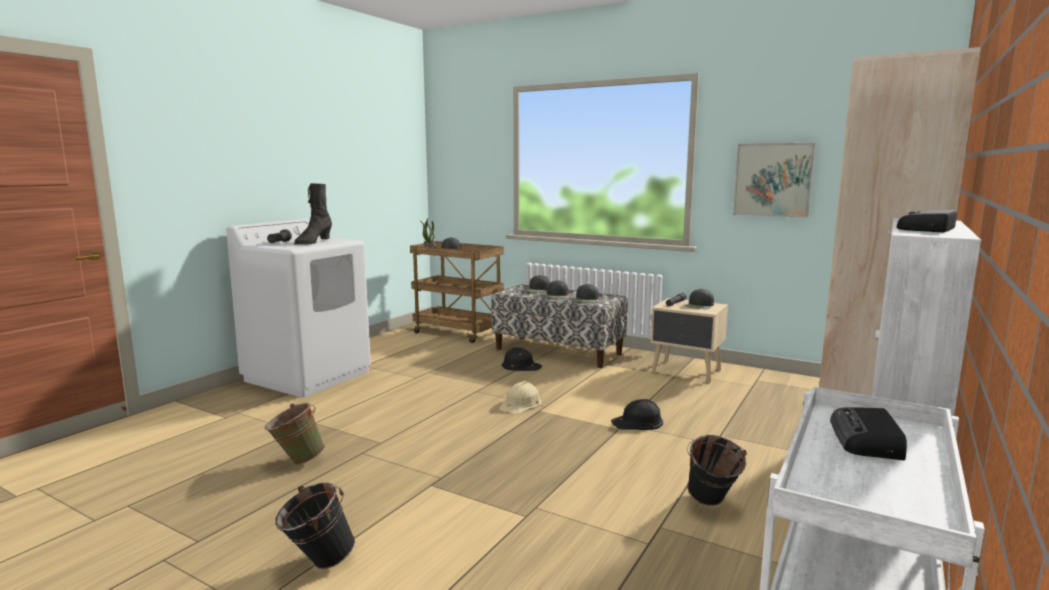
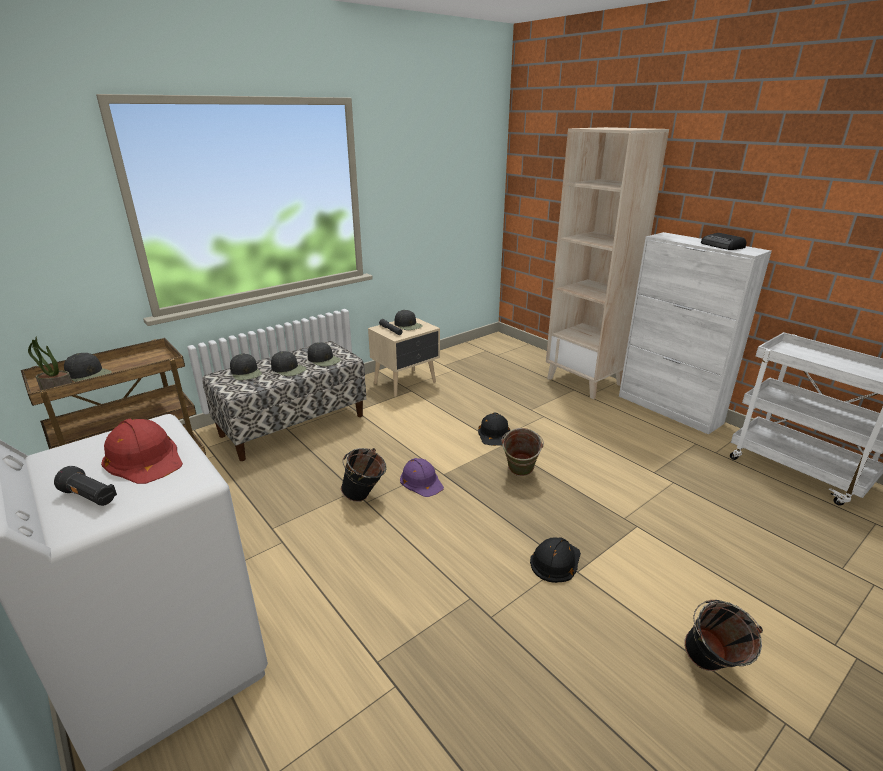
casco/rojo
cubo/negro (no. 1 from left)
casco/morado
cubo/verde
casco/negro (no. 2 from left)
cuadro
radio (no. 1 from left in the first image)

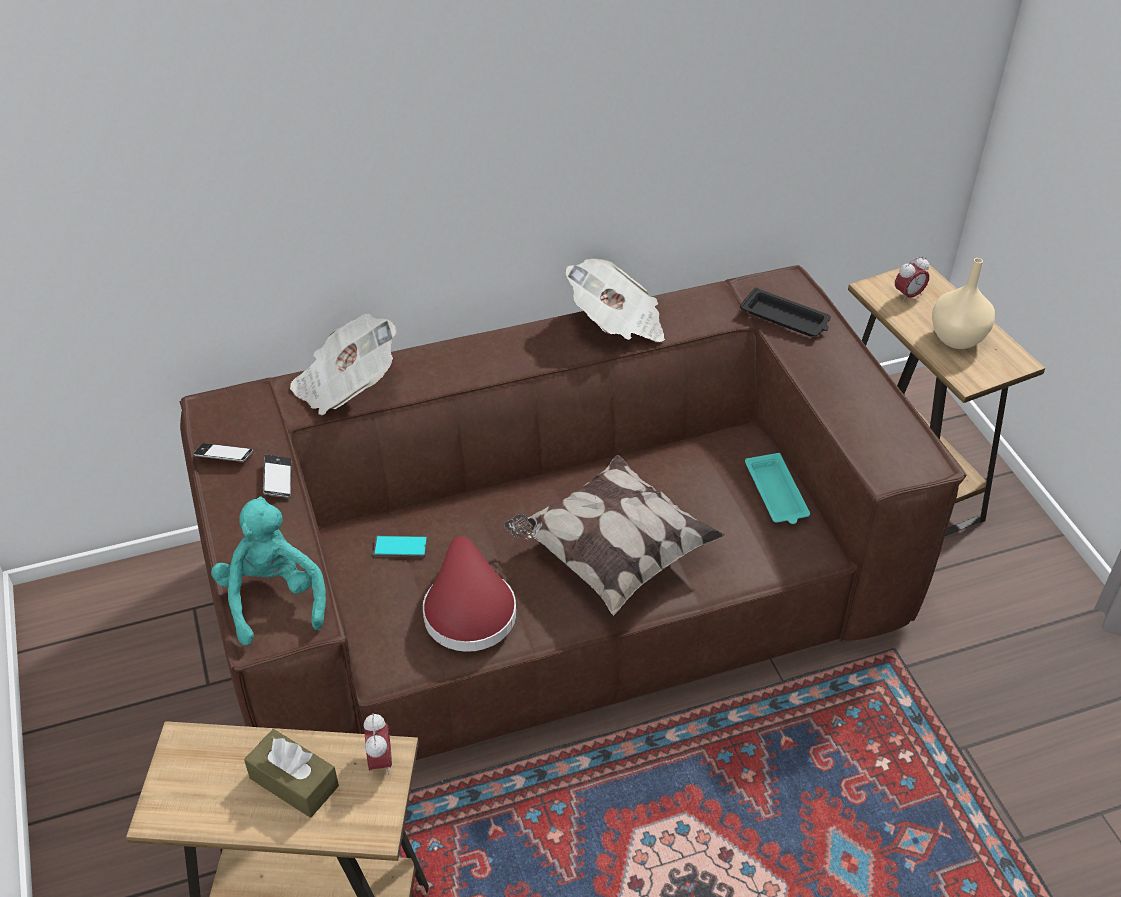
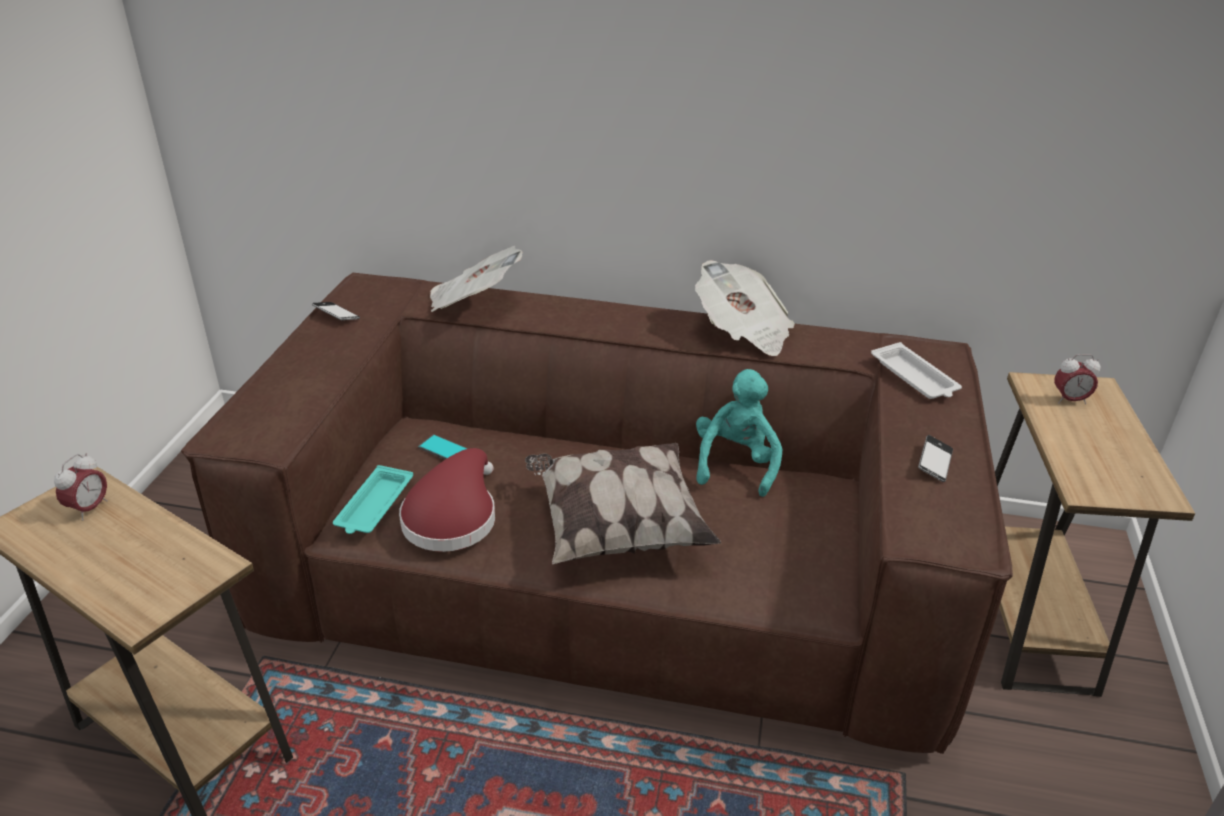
despertador (no. 1 from left)
bandeja/turquesa
peluche/turquesa
bandeja/blanco
móvil (no. 3 from left)
caja de pañuelos/marrón
florero/beis

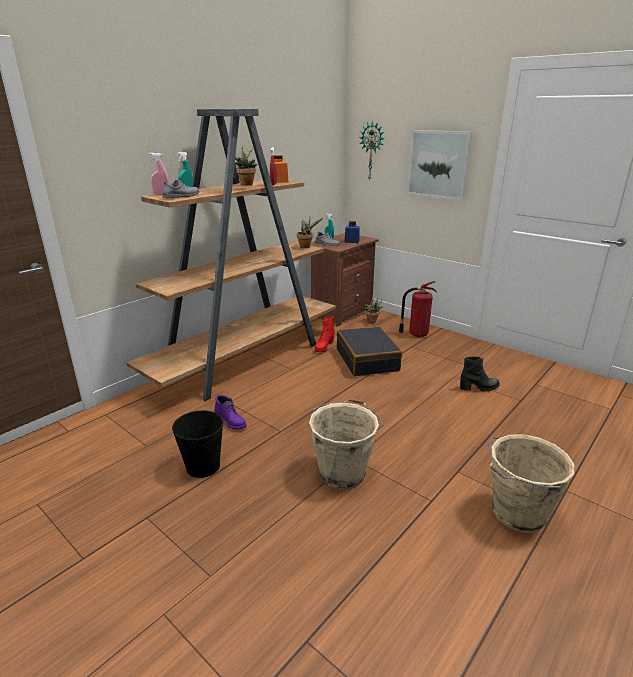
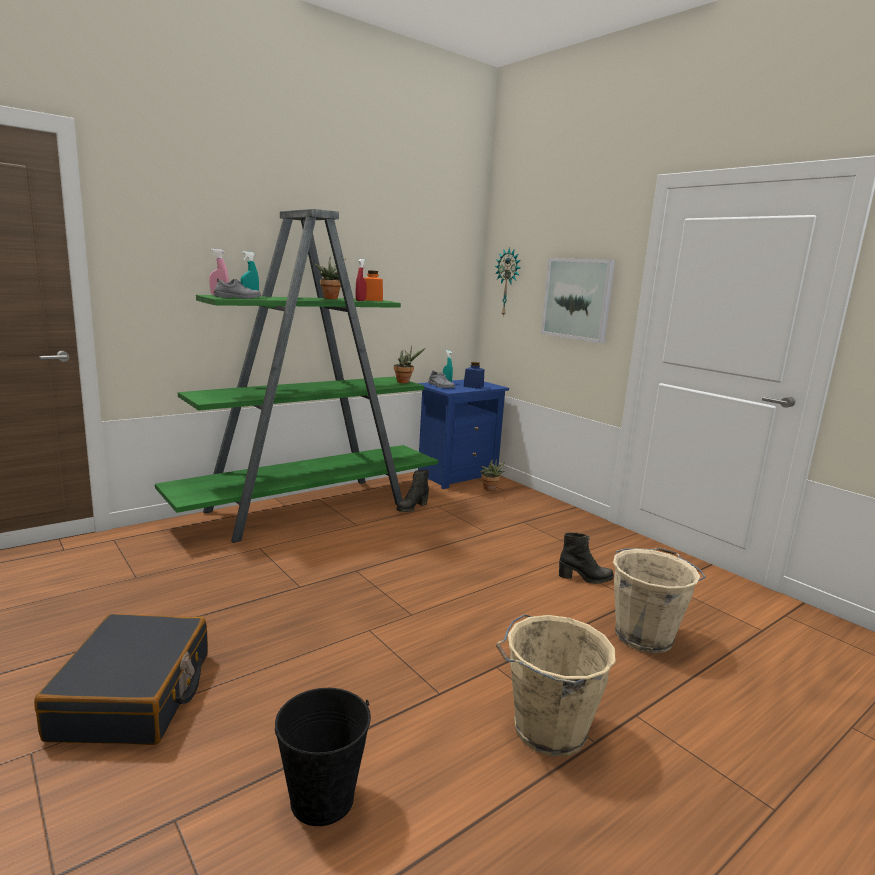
maleta/negro
estantería/verde
cubo/negro
bota/negro (no. 1 from left)
mesita de noche/azul
cubo/beis (no. 2 from left)
bota/morado
extintor

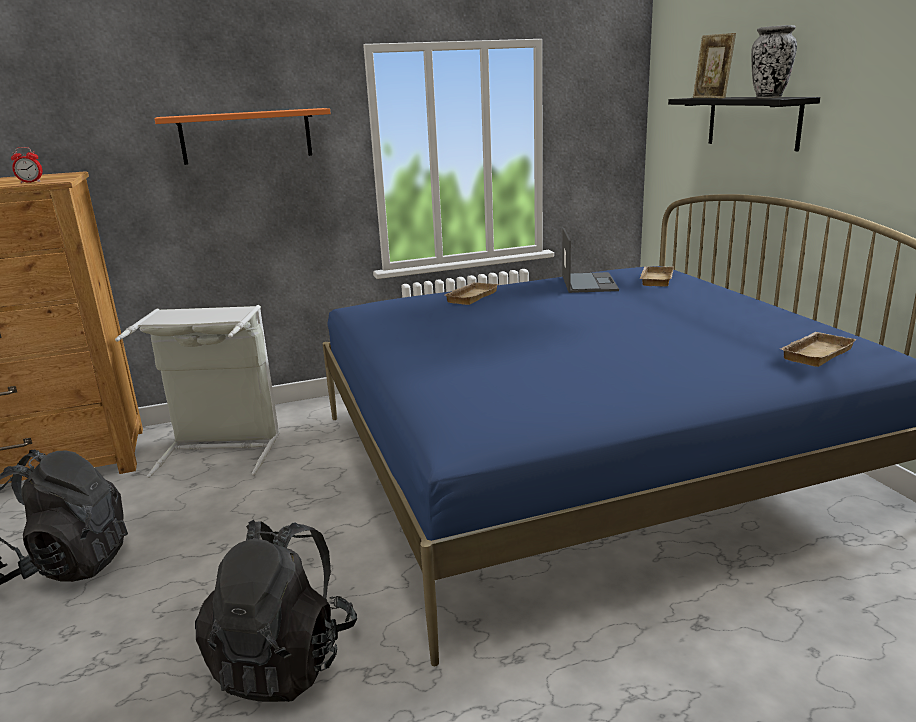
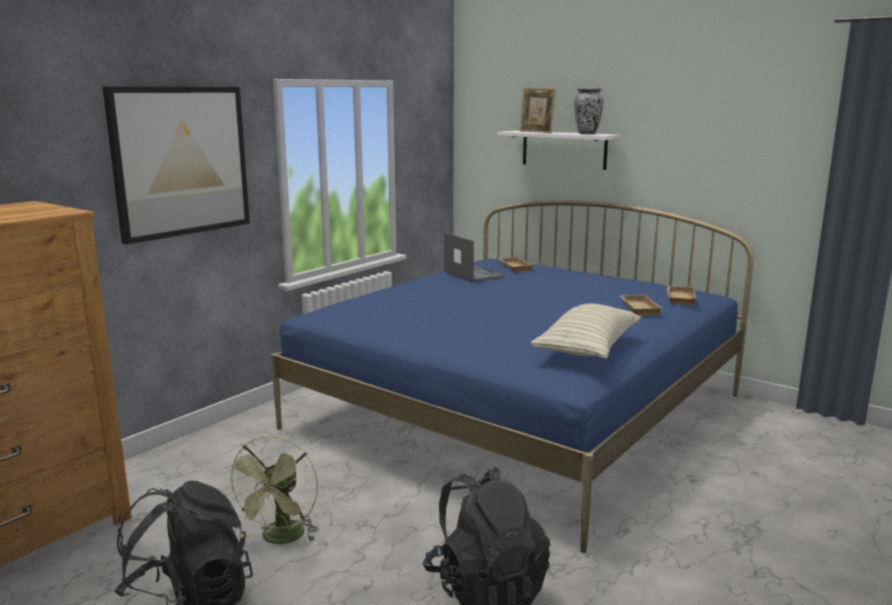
cuadro
ventilador/verde
estante/blanco
cojín
bandeja/beis (no. 2 from left)
despertador
cesto de la ropa/gris

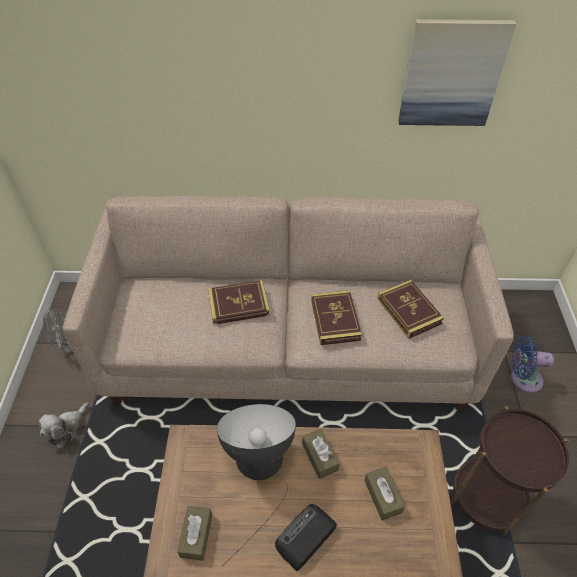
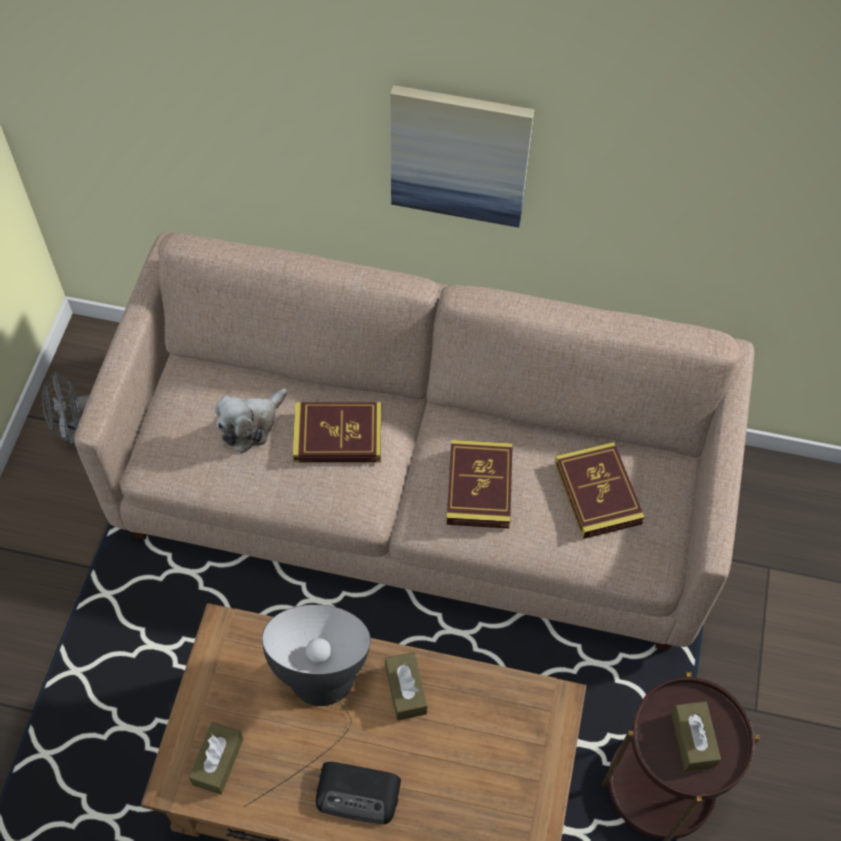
peluche
radio
cuadro
caja de pañuelos/marrón (no. 3 from left)
ventilador/azul

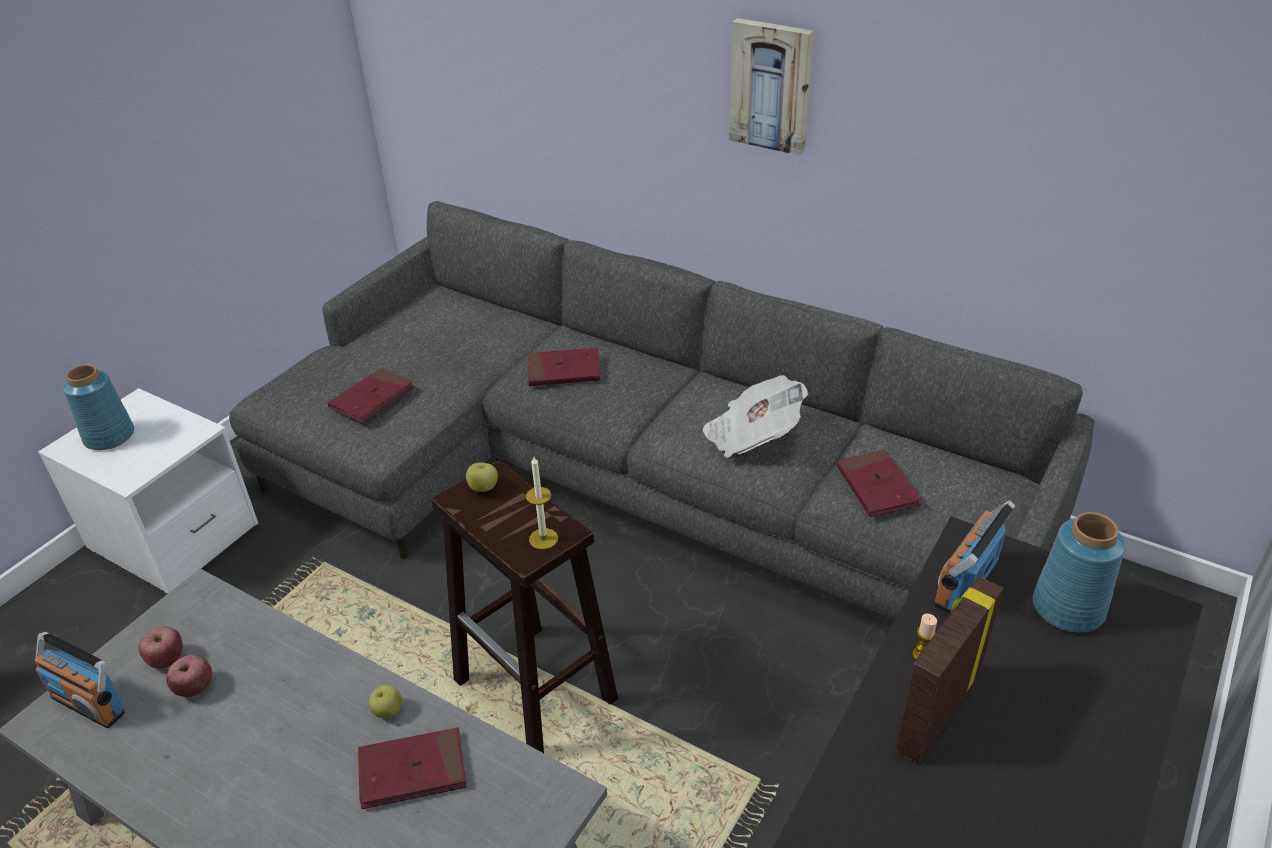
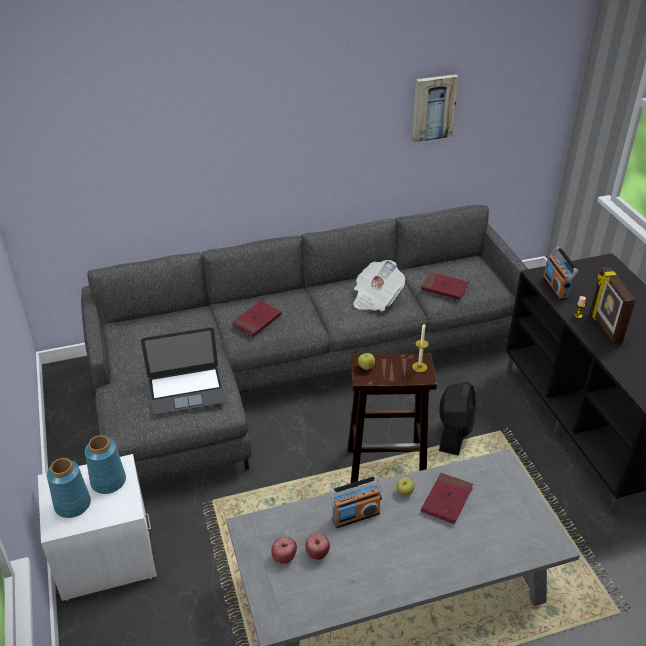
florero/azul (no. 2 from left)
portátil
radio (no. 1 from left)
cuadro
ventilador/negro

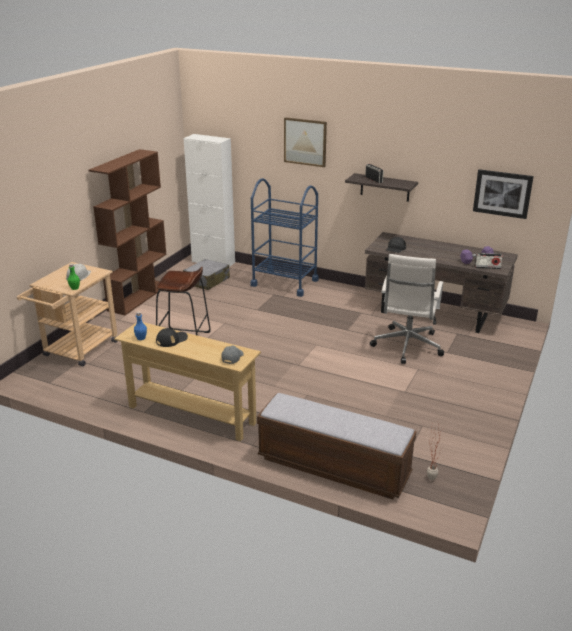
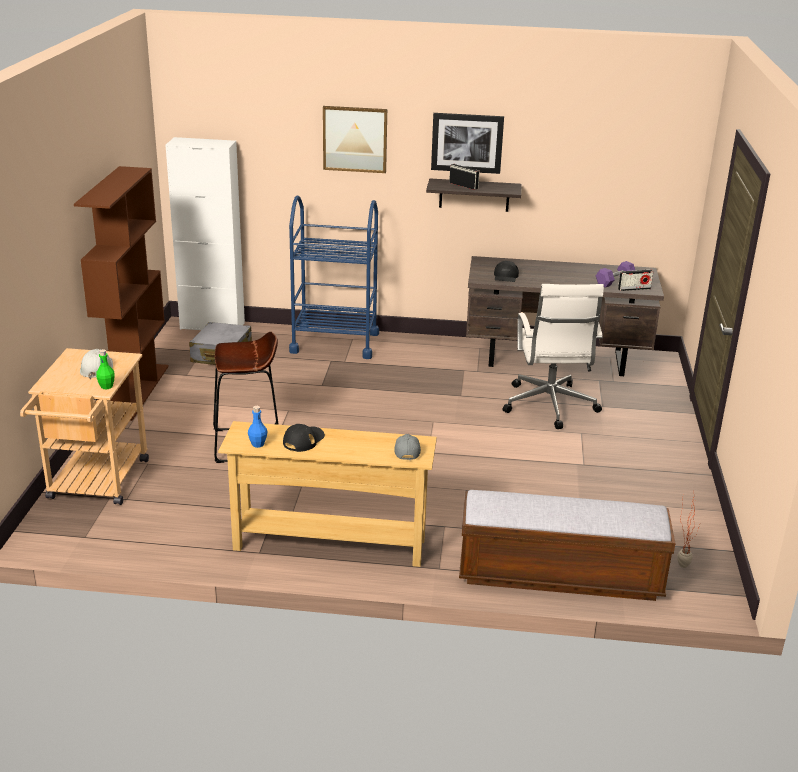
cuadro (no. 2 from left)

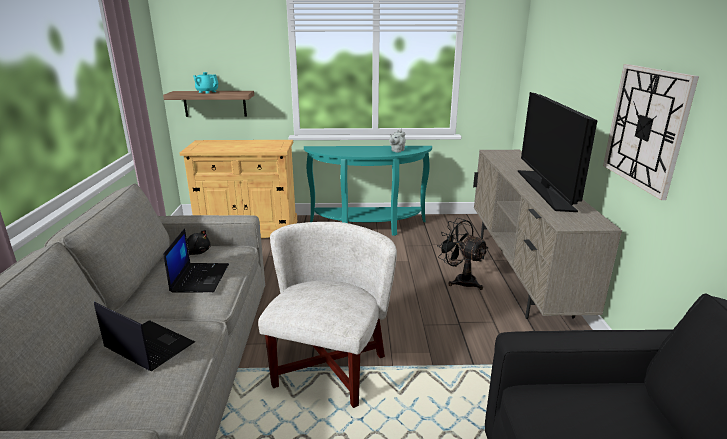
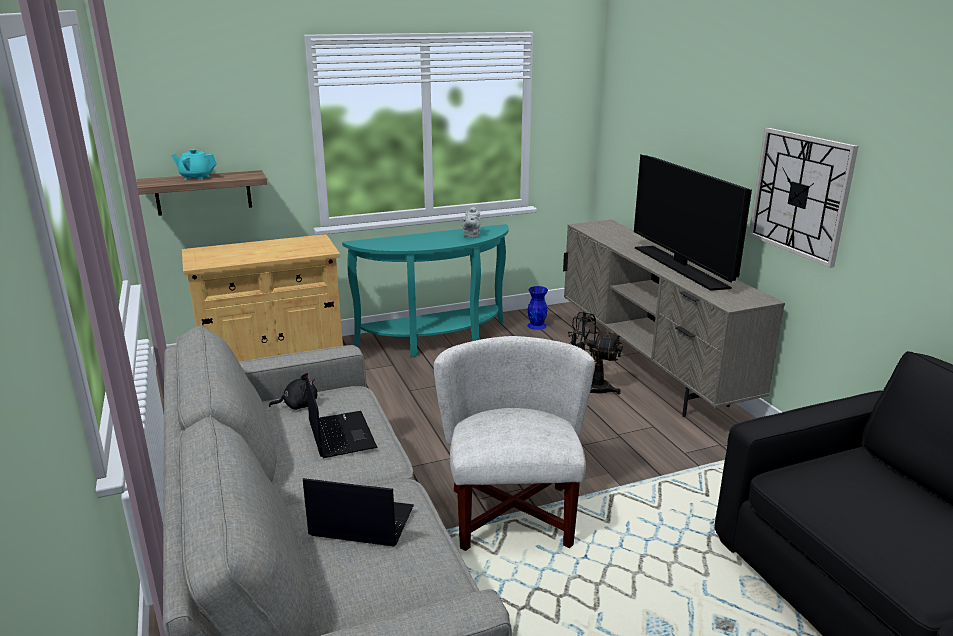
florero/azul

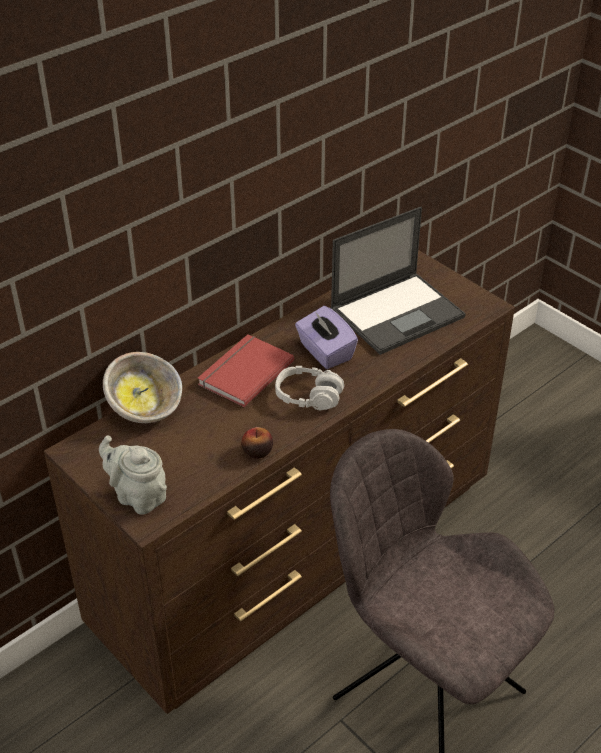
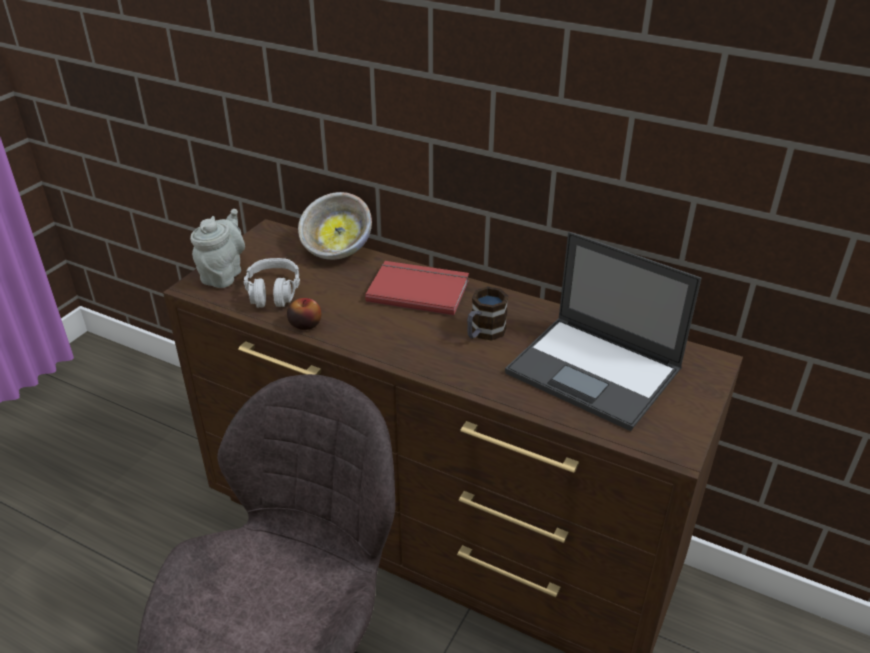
auriculares/gris
taza grande

